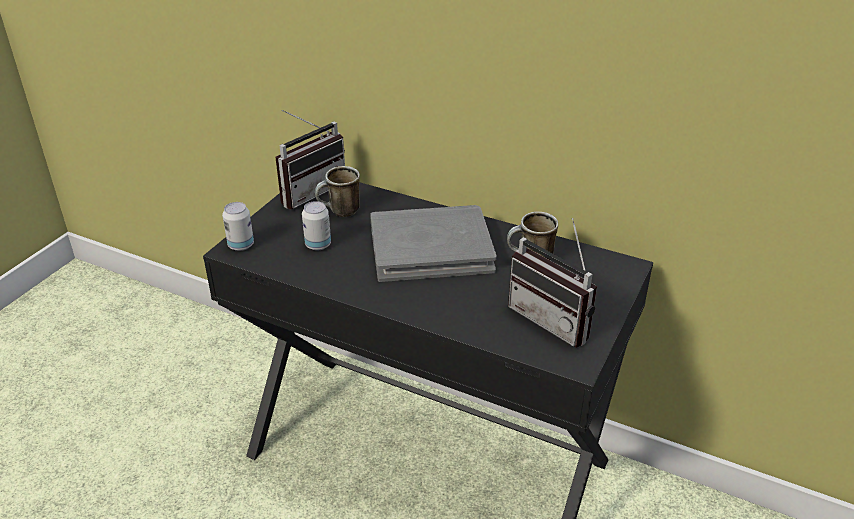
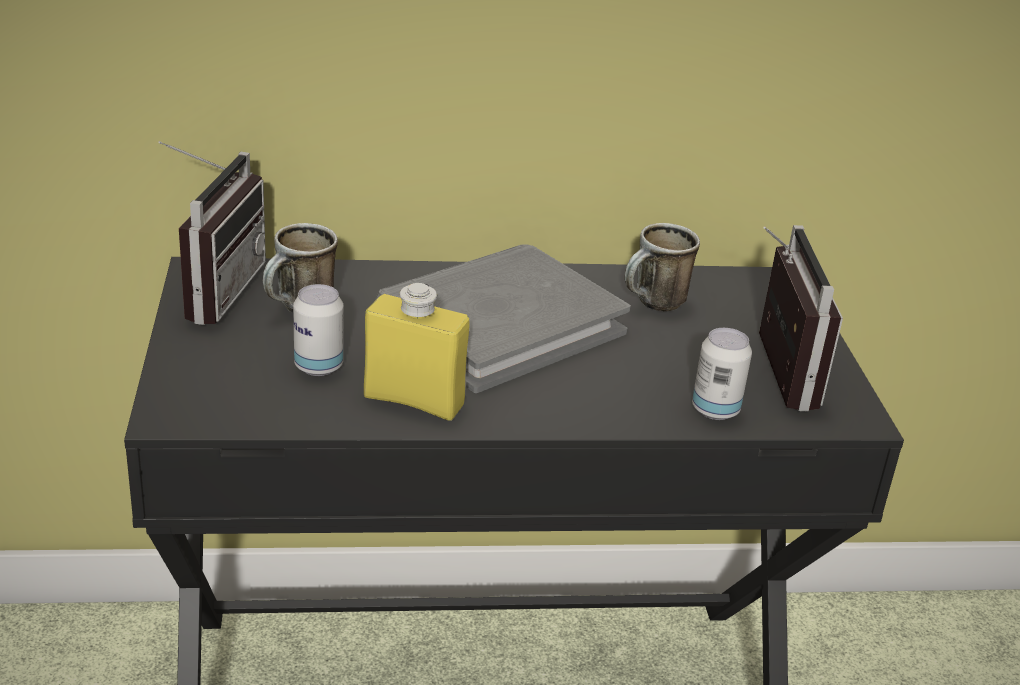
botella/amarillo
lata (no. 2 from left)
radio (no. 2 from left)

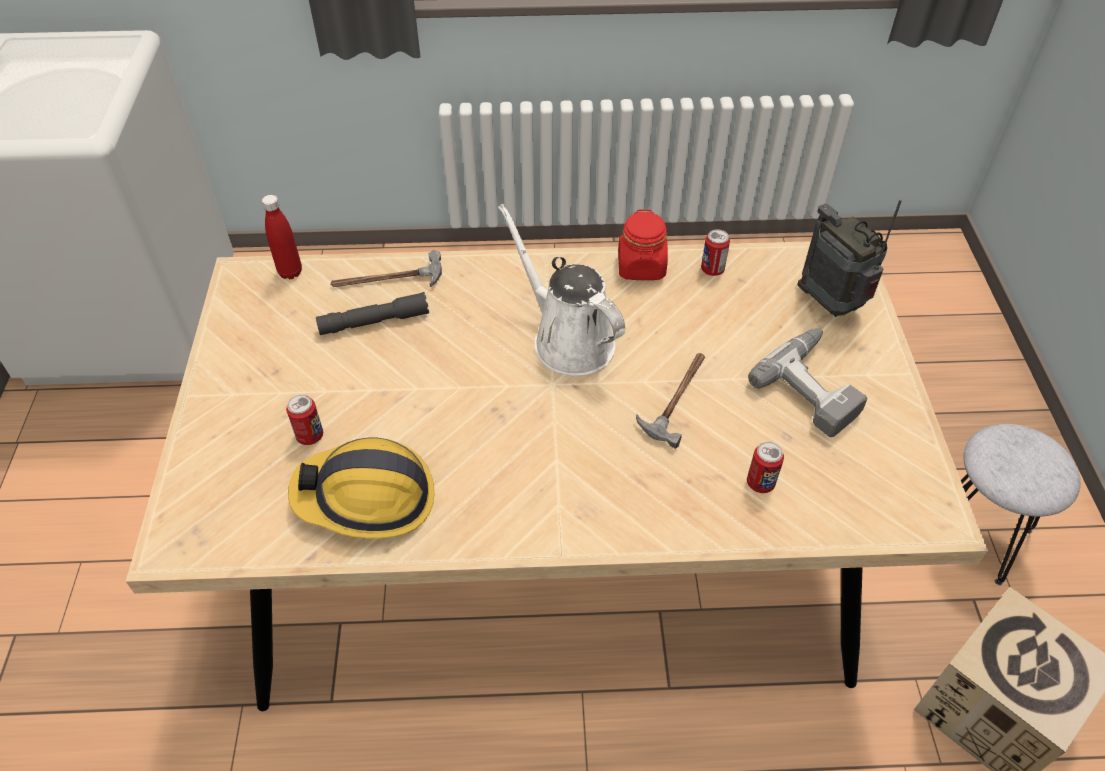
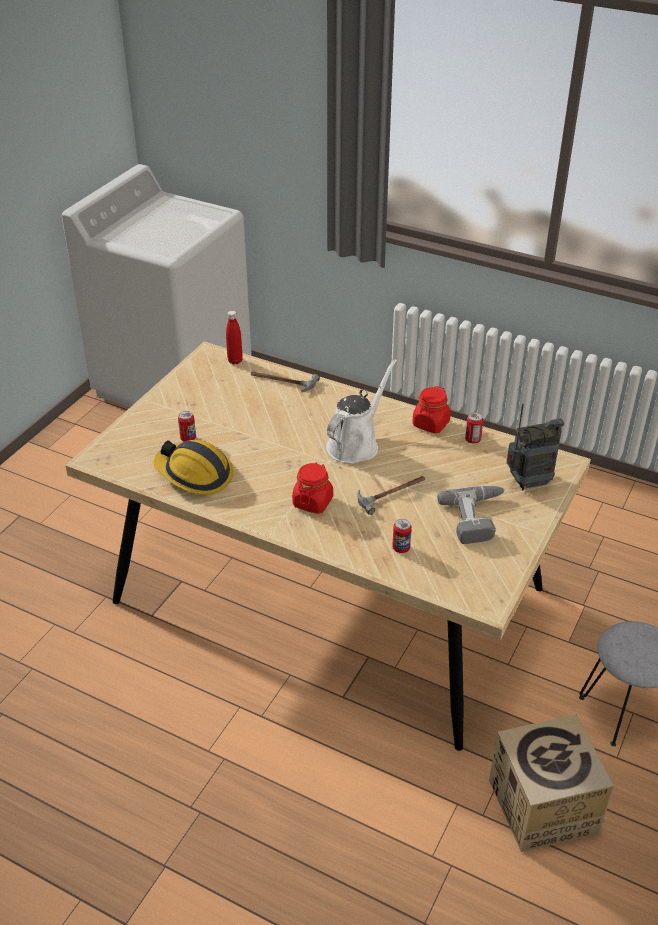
tarro/rojo (no. 1 from left)
regadera/blanco
radio
linterna/gris

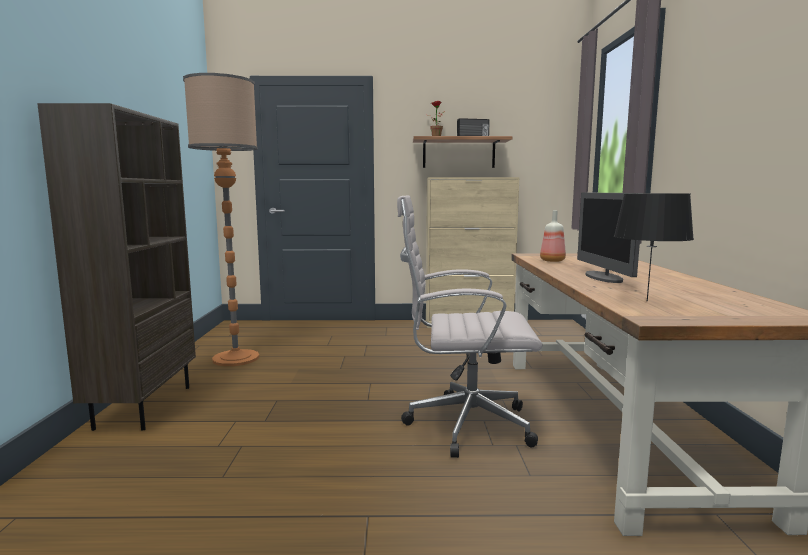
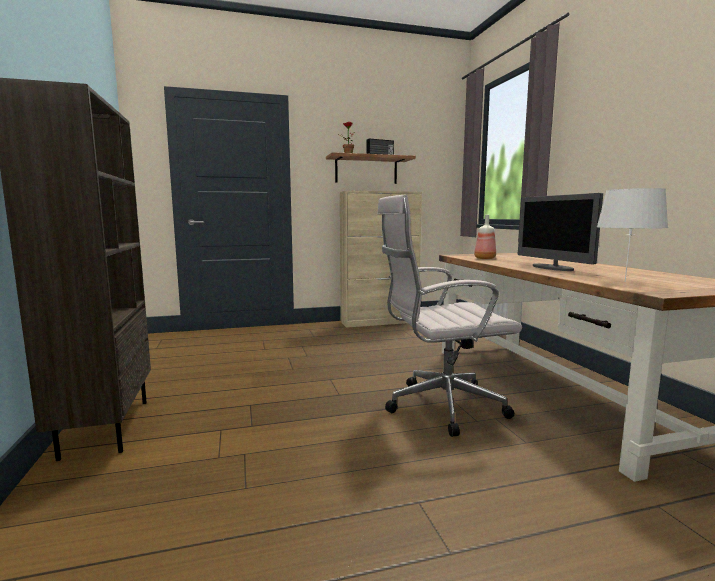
lámpara de mesa/blanco
lámpara de pie

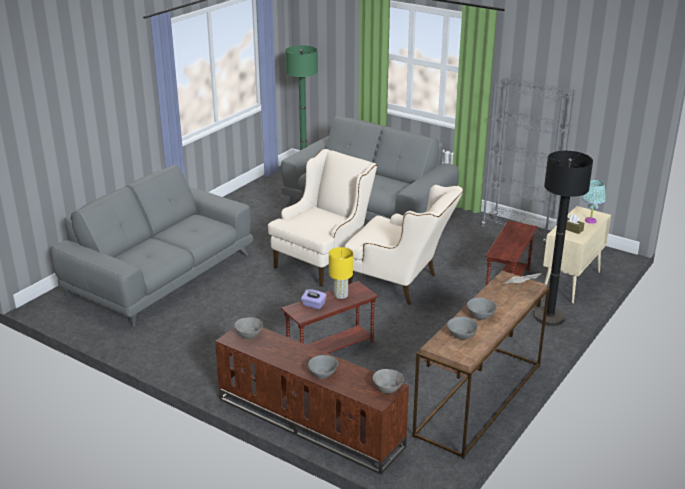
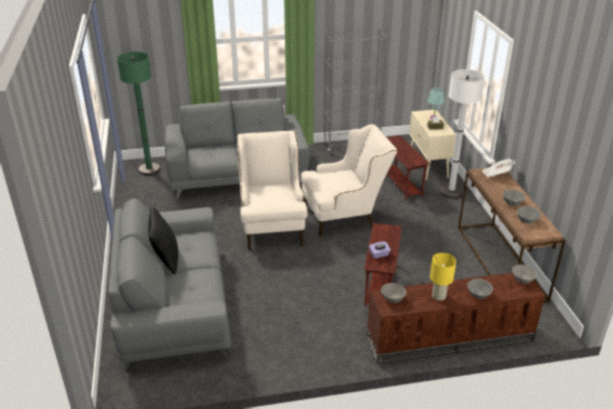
cojín/negro
lámpara de mesa/amarillo
lámpara de pie/blanco

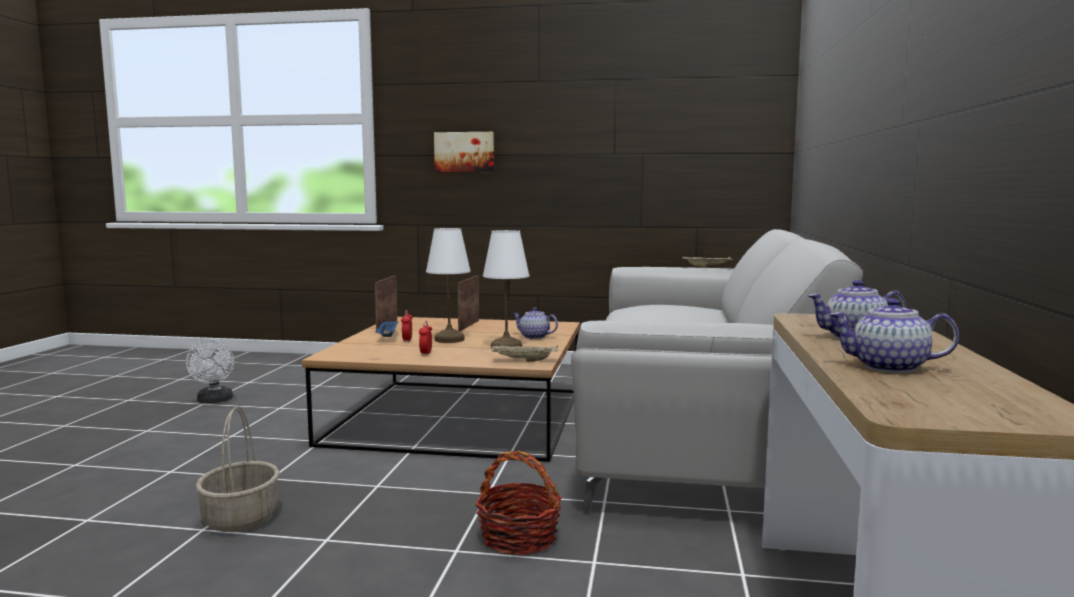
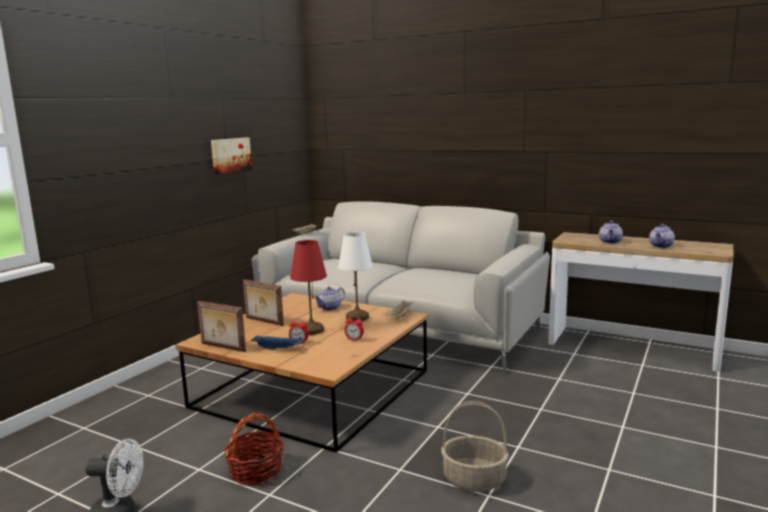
cuadro
cesta (no. 1 from left)
lámpara de mesa/rojo

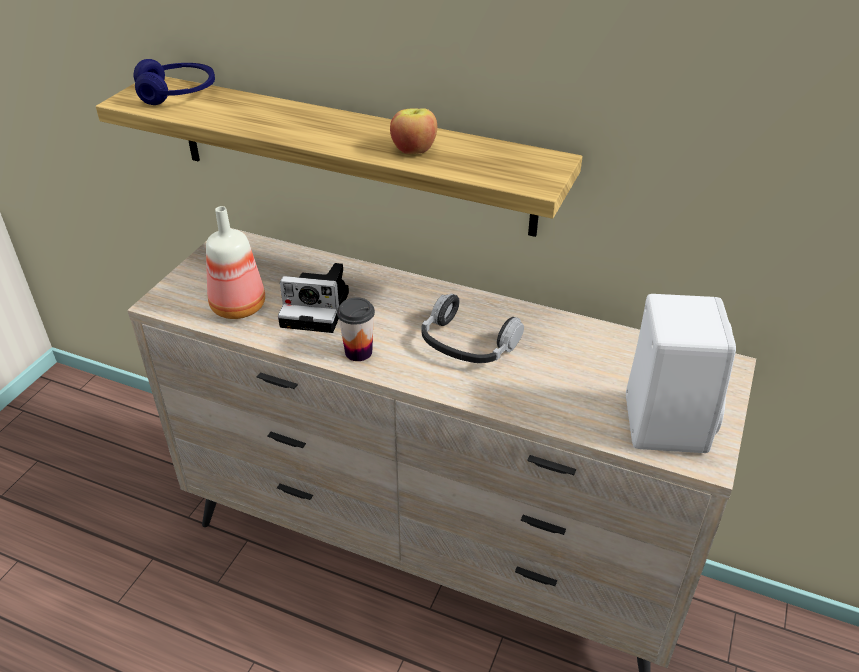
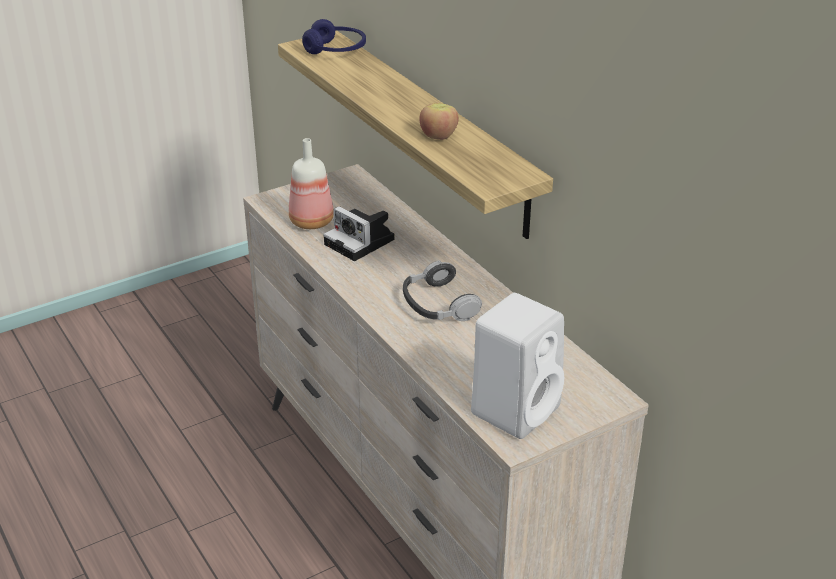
taza

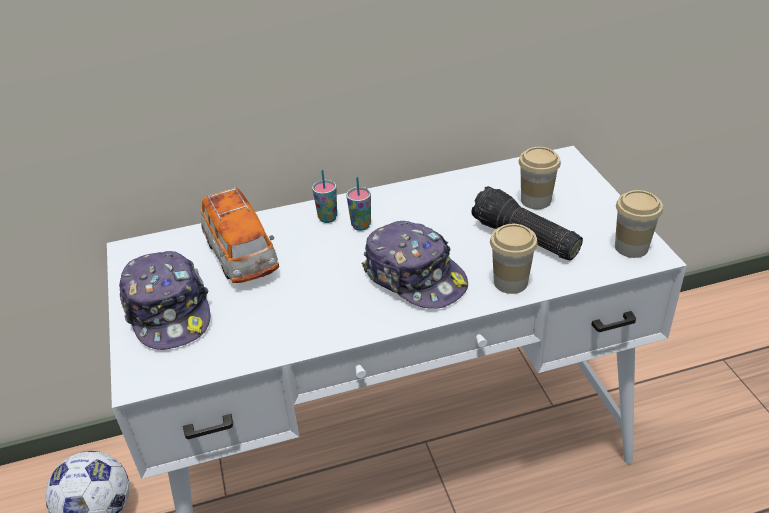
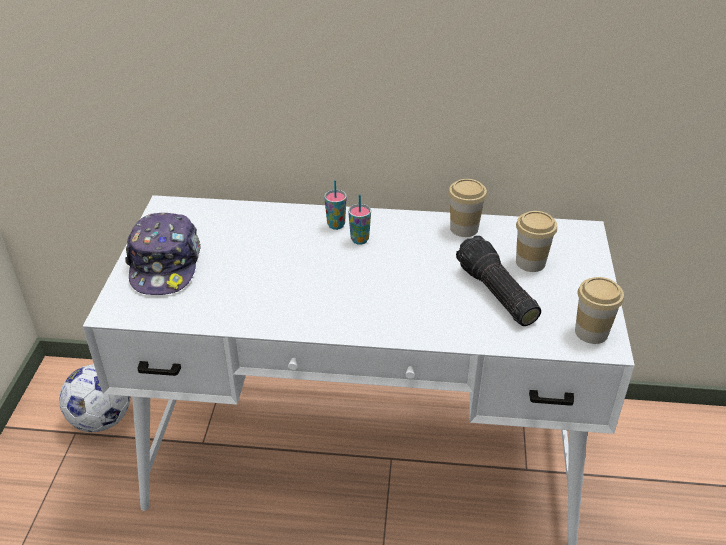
taza (no. 3 from left)
coche de juguete
gorra (no. 2 from left in the first image)

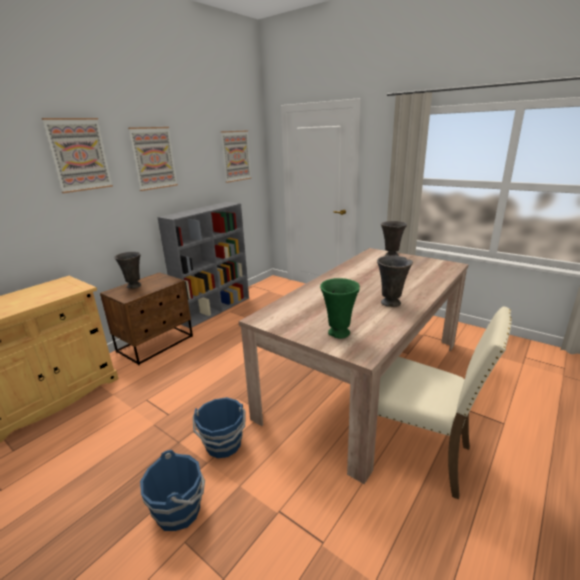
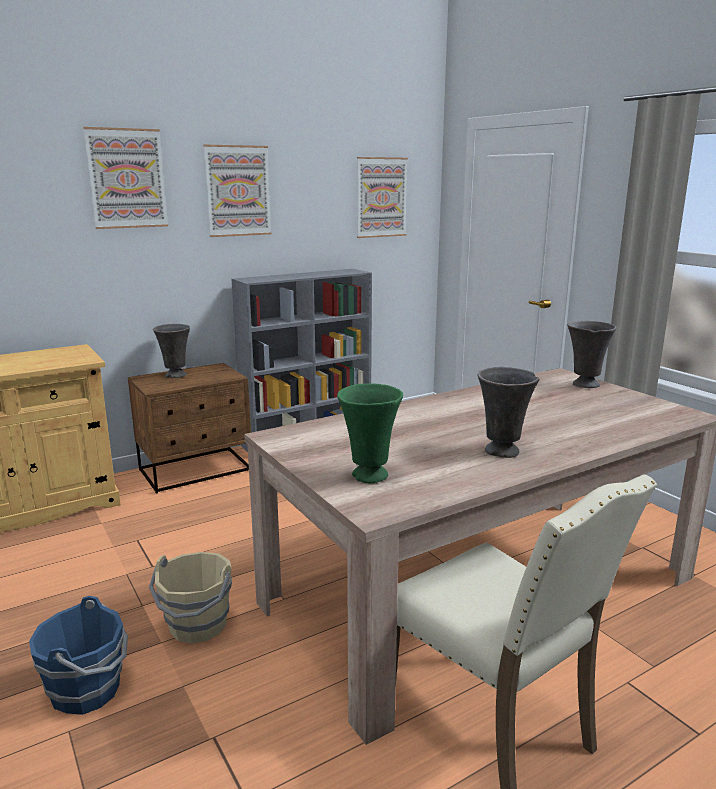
cubo/beis

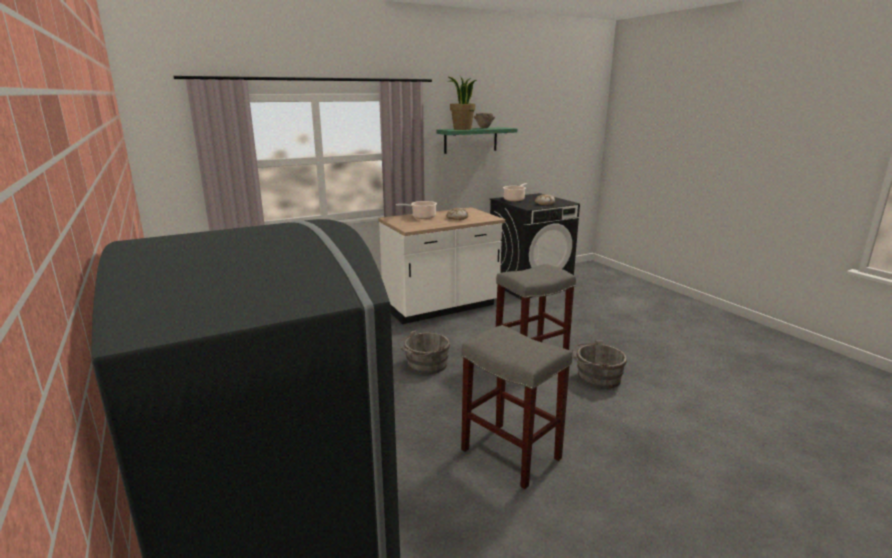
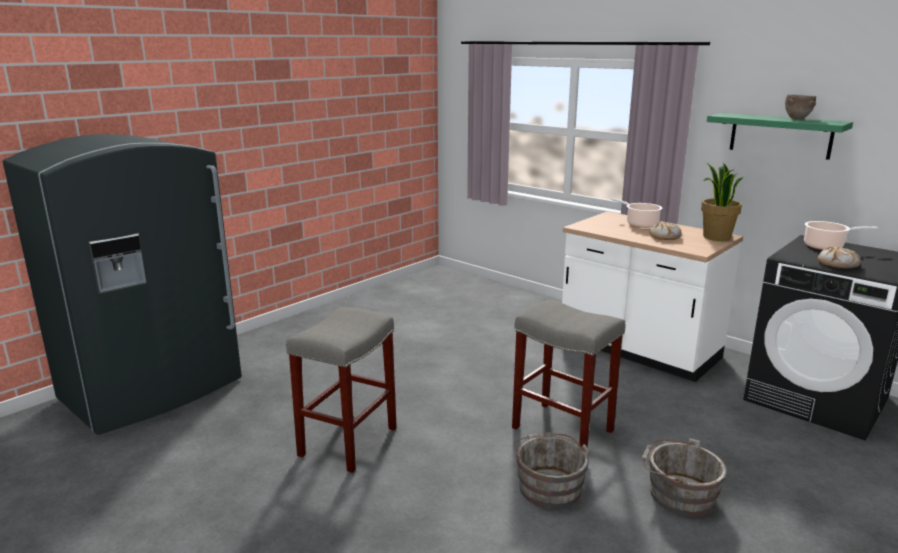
cubo/gris (no. 2 from left)
planta en maceta

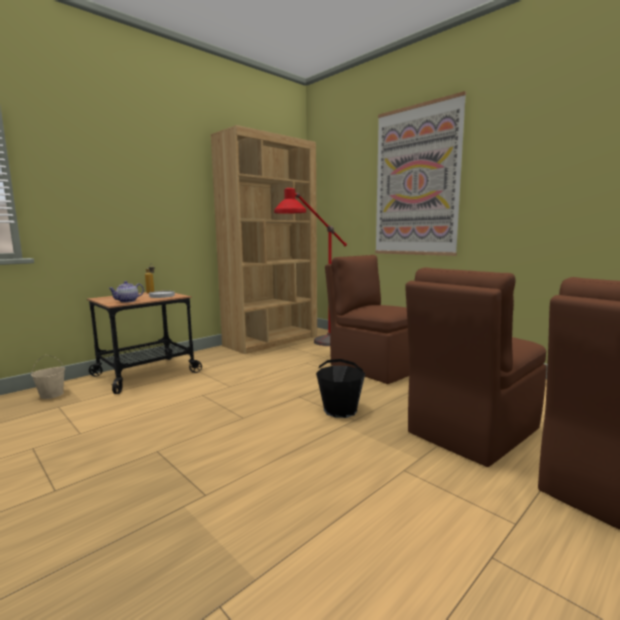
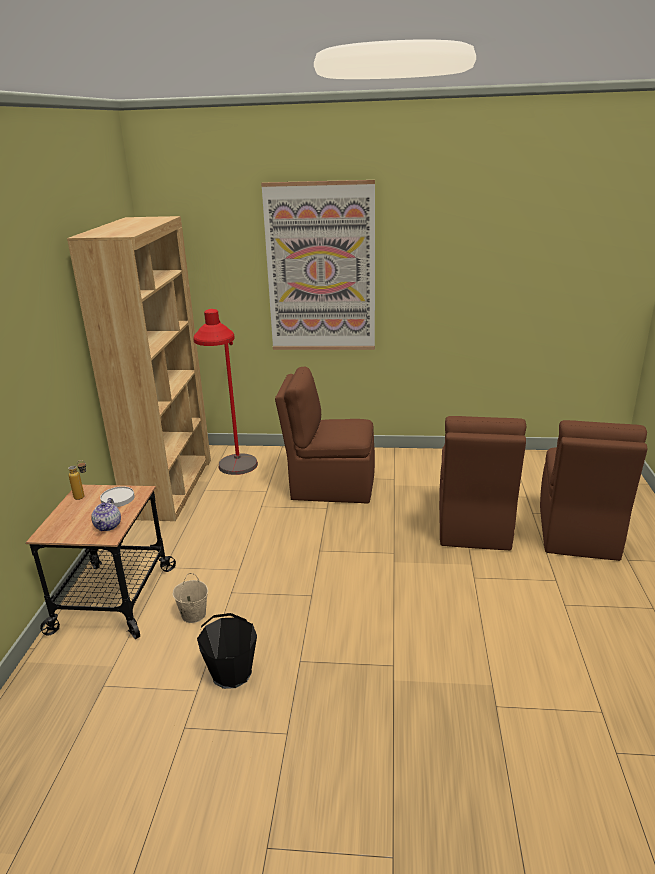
cubo/beis
cubo/negro

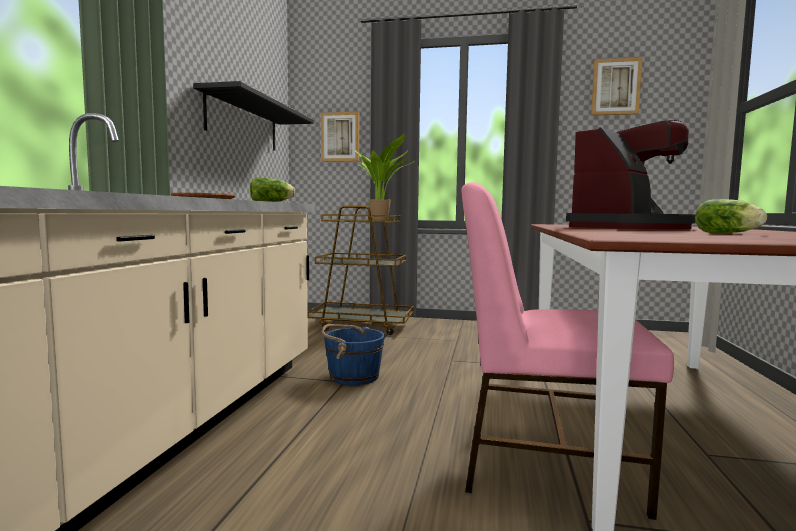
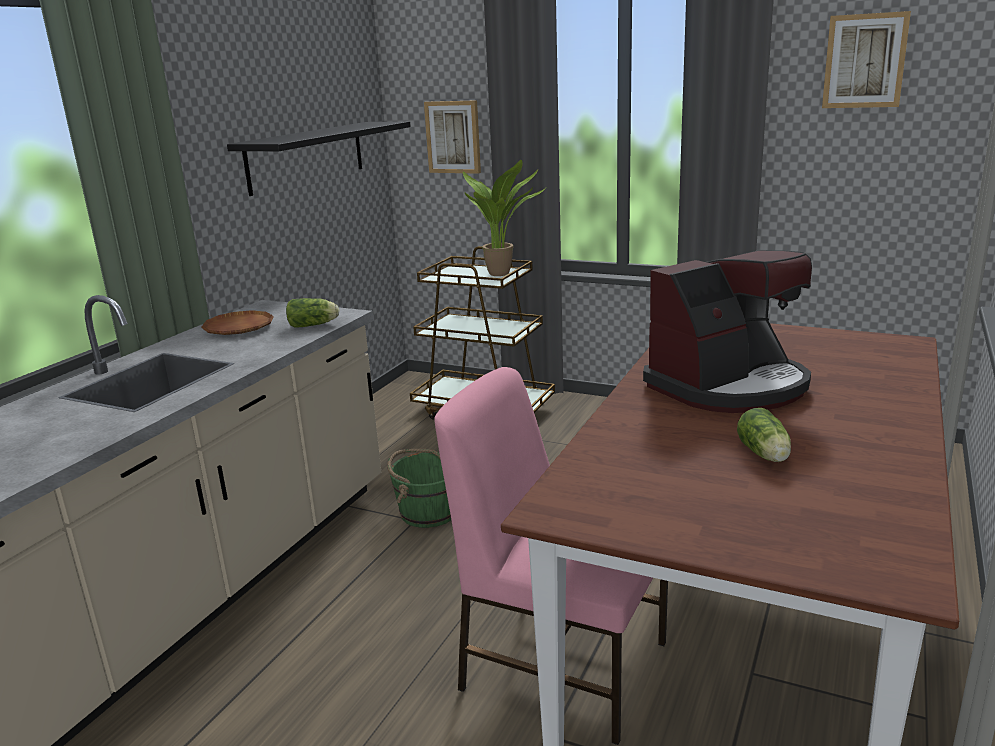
cubo/verde

